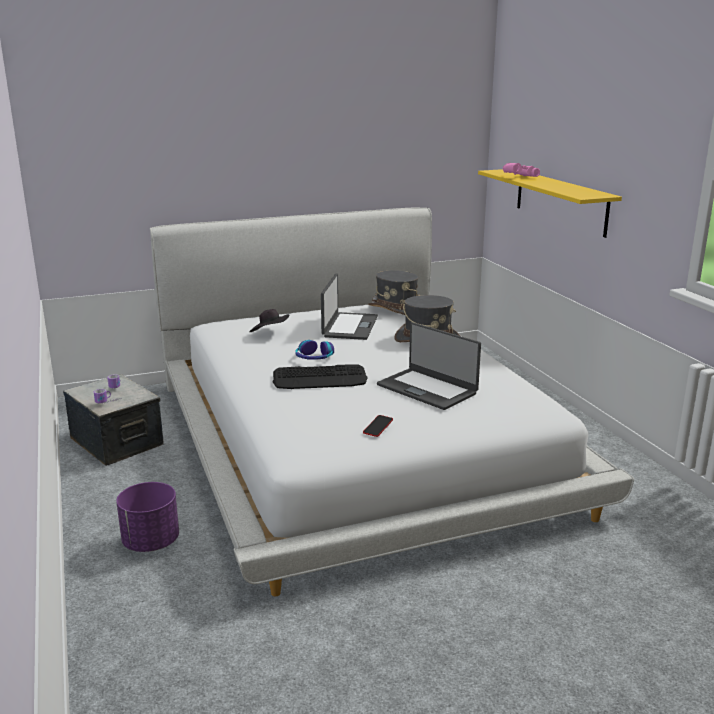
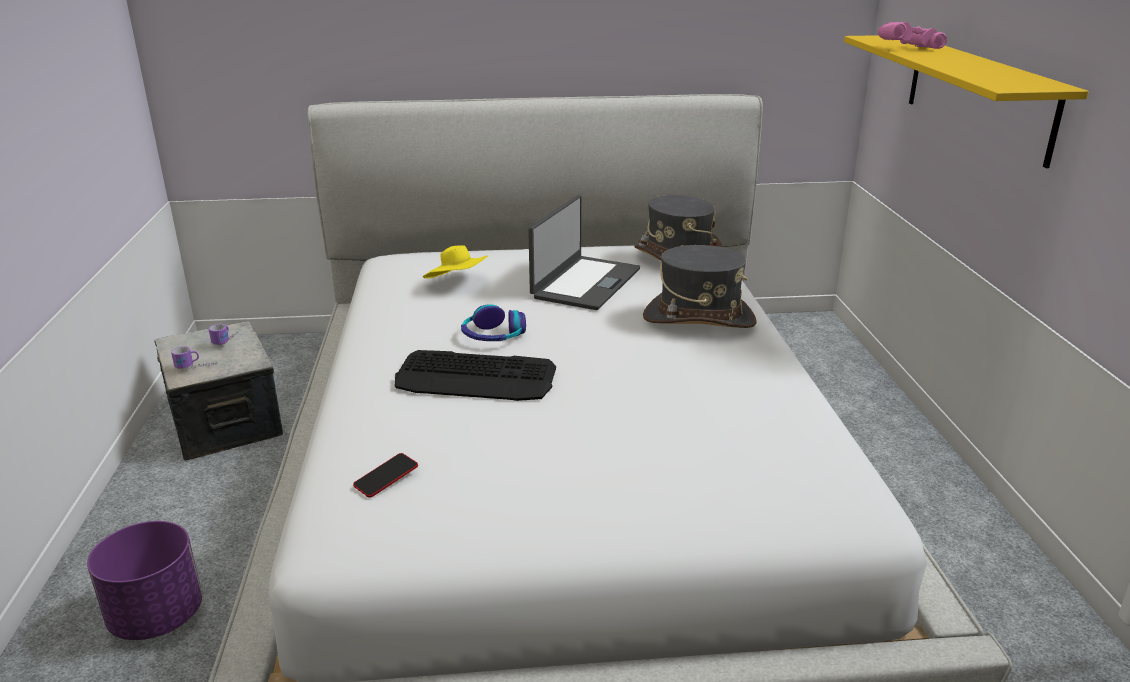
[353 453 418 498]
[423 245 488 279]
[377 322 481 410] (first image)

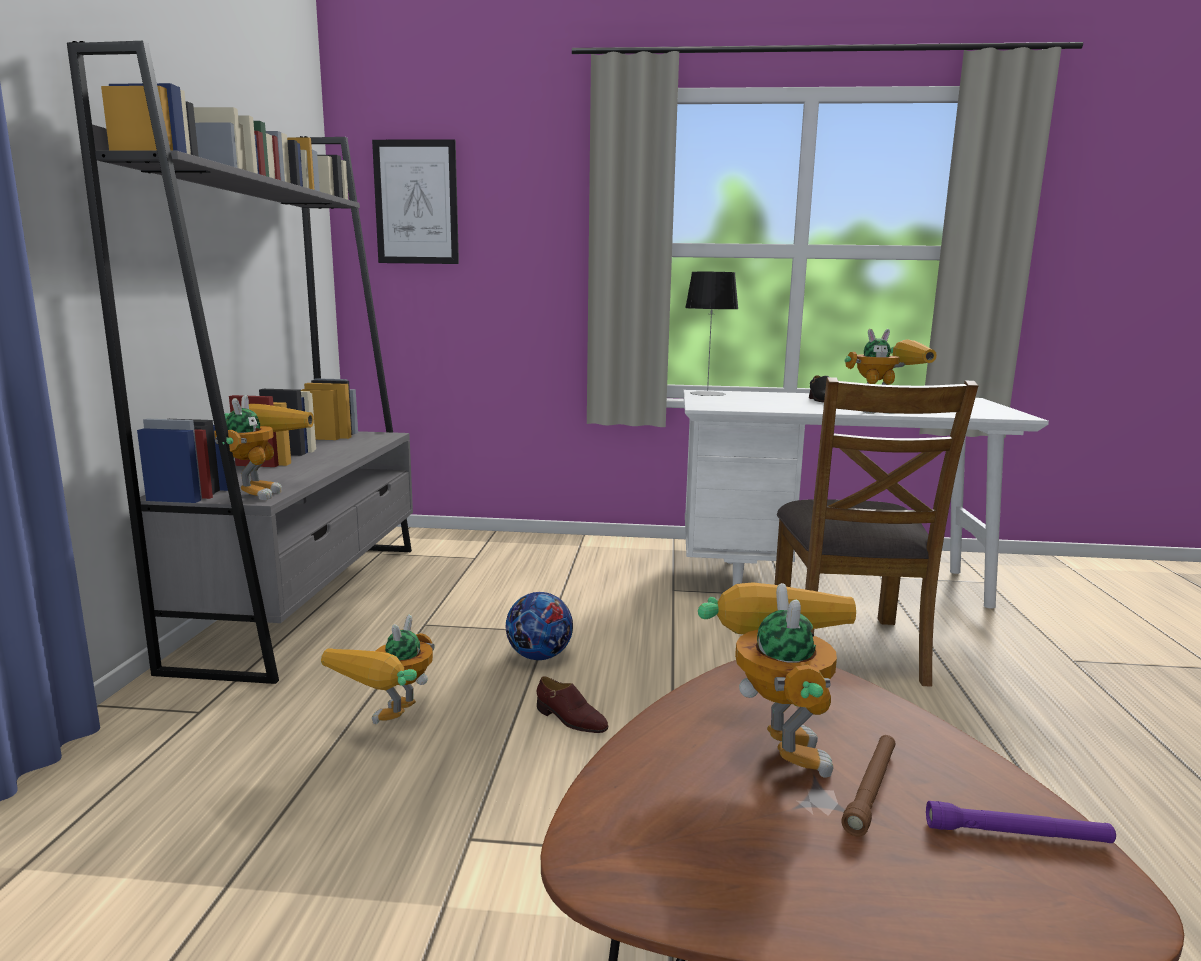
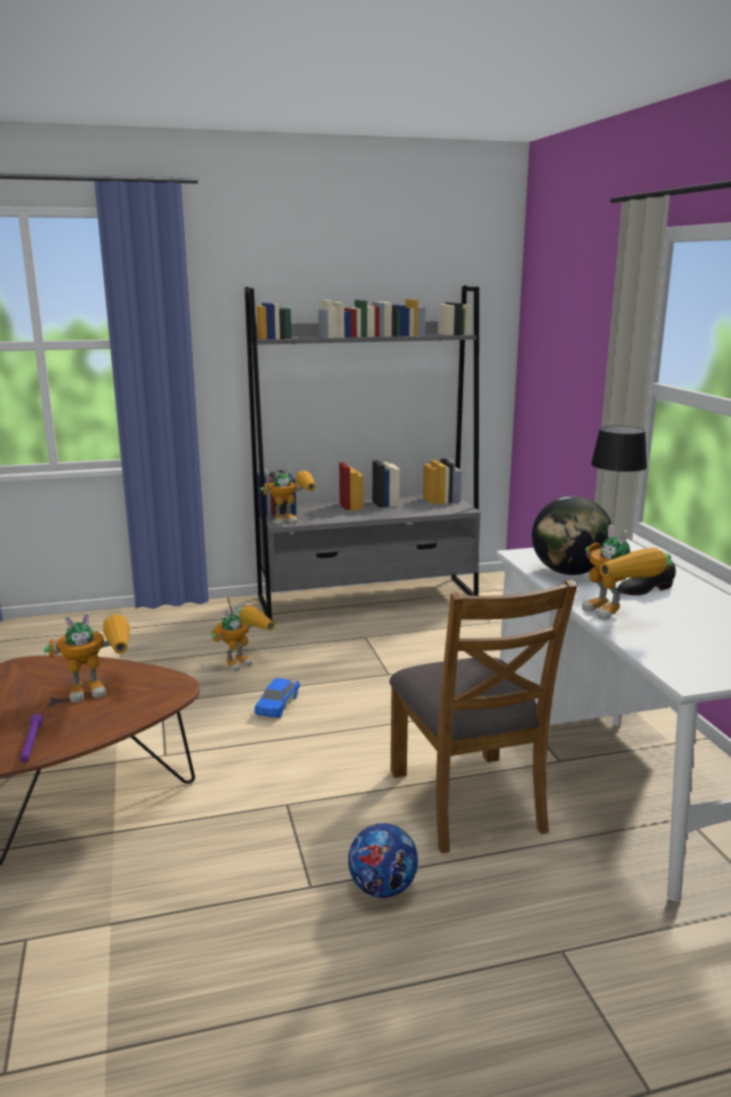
[211 605 275 672]
[254 678 300 718]
[348 823 418 898]
[389 580 577 854]
[532 496 612 575]
[372 140 459 264] (first image)
[841 735 896 836] (first image)

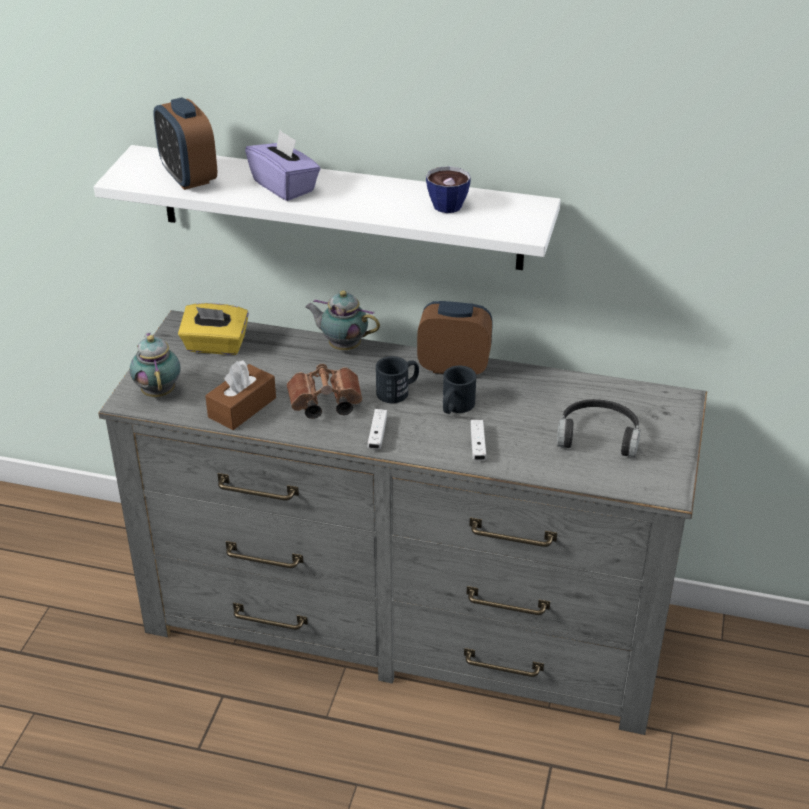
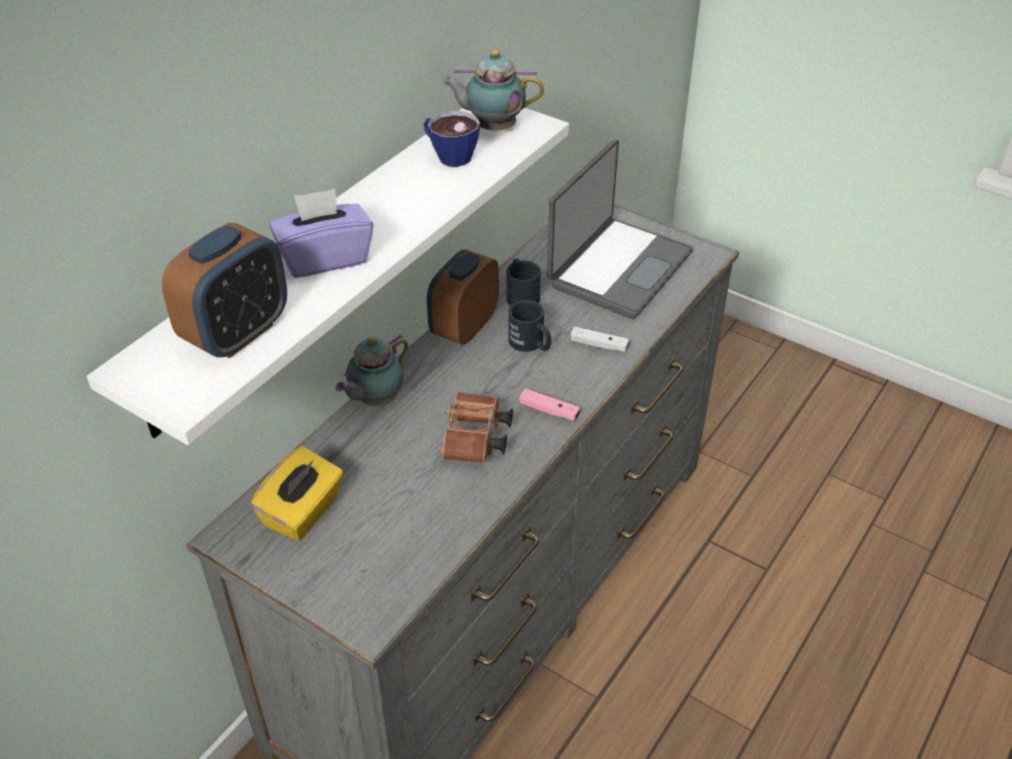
[162 223 287 358]
[442 50 544 130]
[506 259 541 306]
[519 389 580 421]
[547 139 693 319]
[205 360 276 430] (first image)

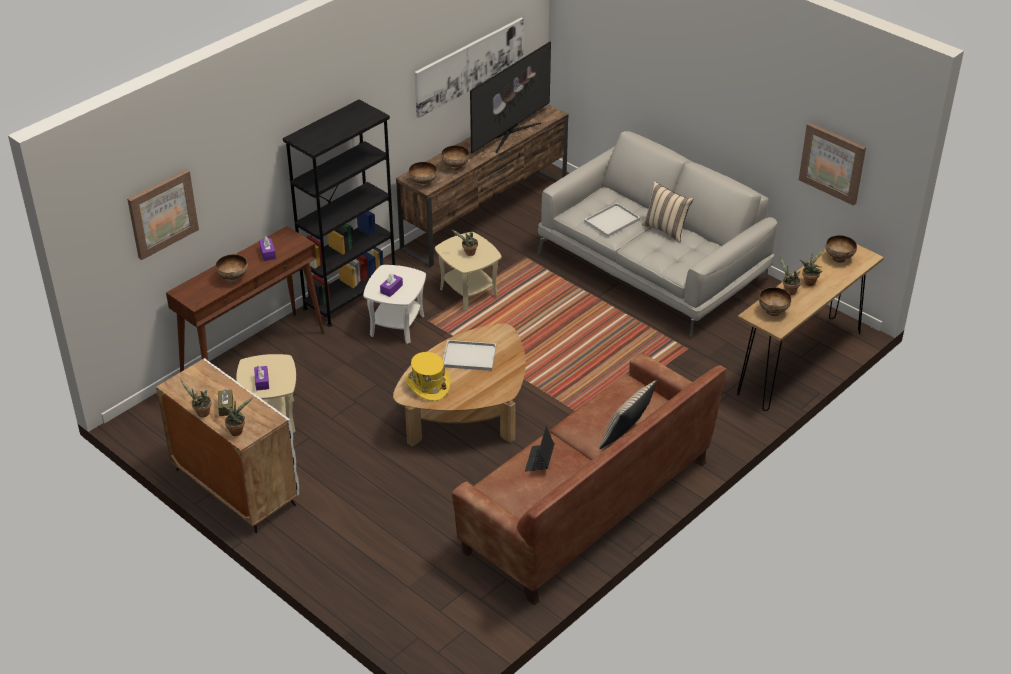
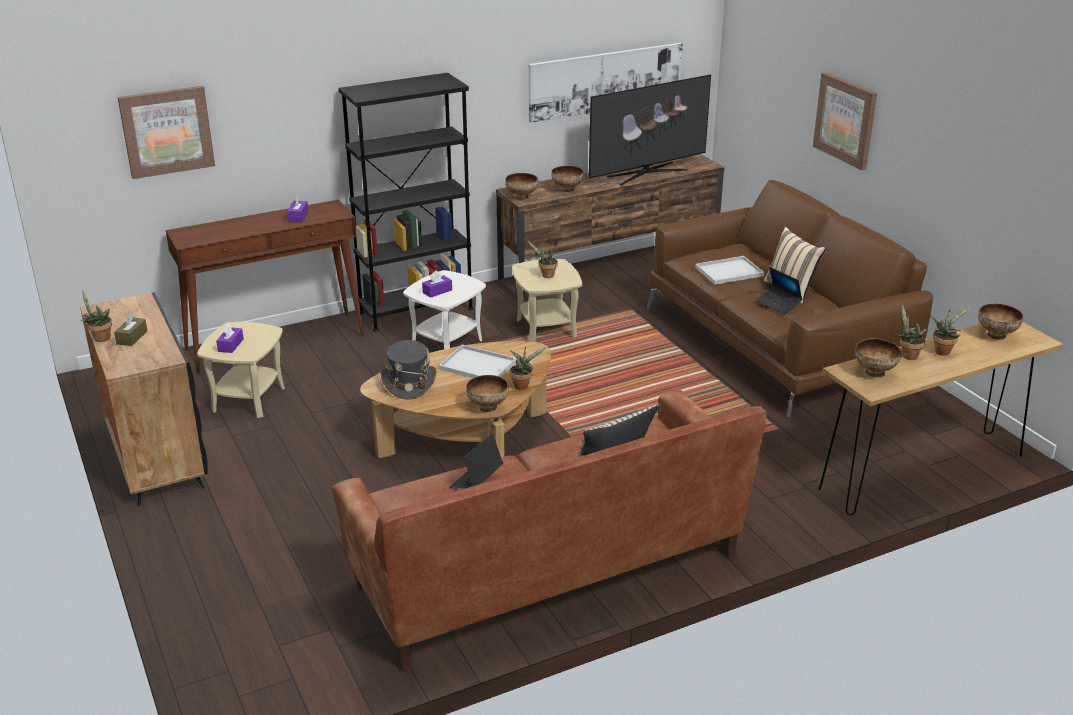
[80 292 208 506]
[381 340 436 400]
[466 375 509 412]
[510 347 547 390]
[647 180 933 417]
[756 267 802 315]
[813 72 877 170]

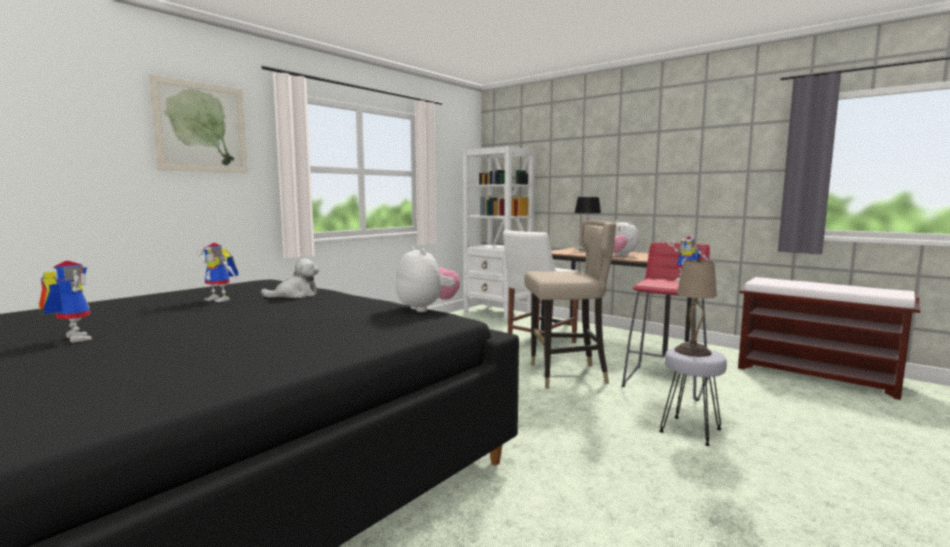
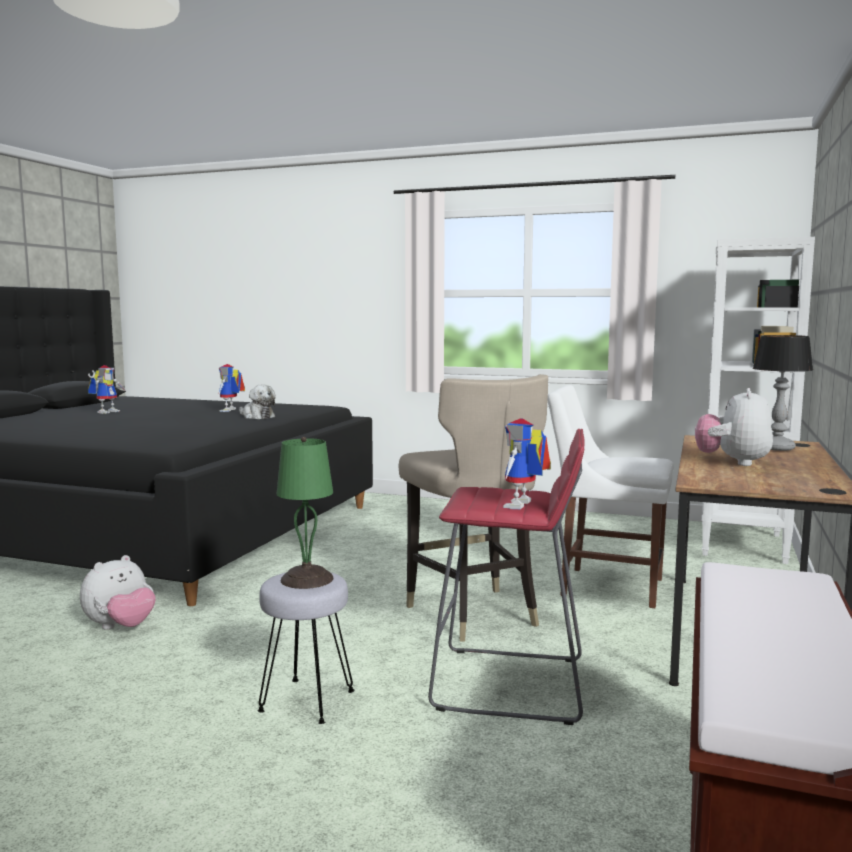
[80 555 156 629]
[277 437 333 589]
[149 74 248 173] (first image)

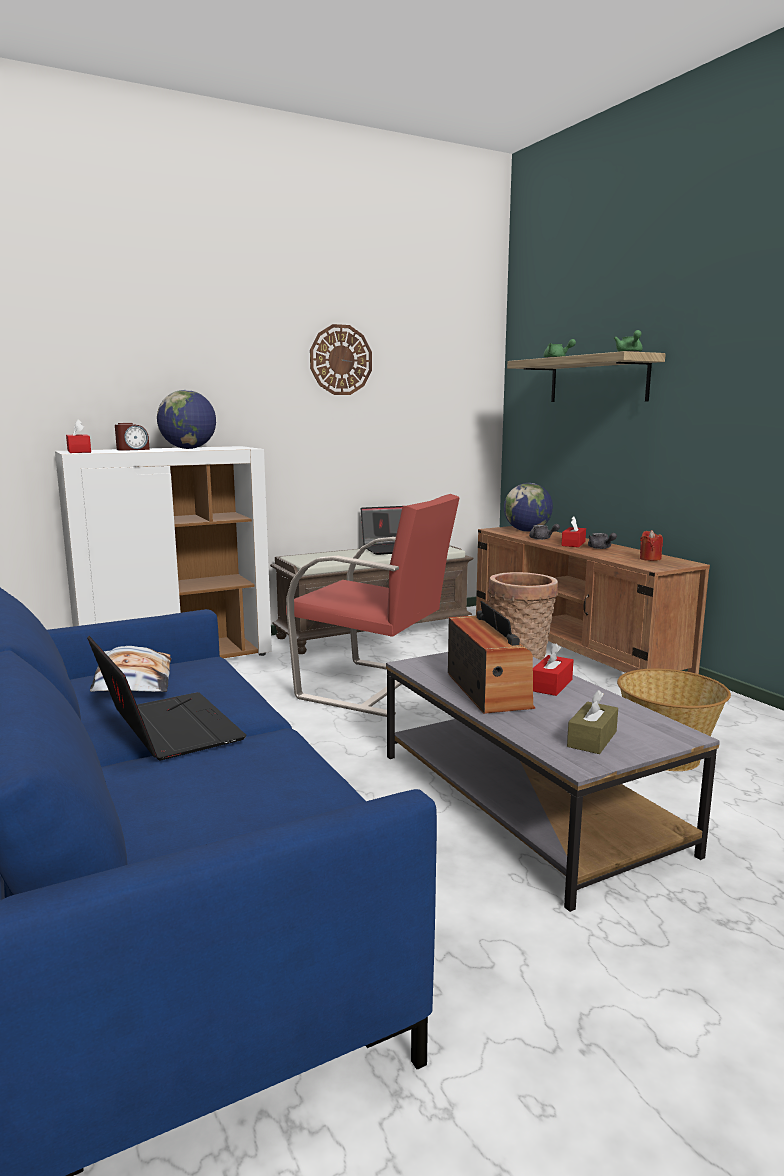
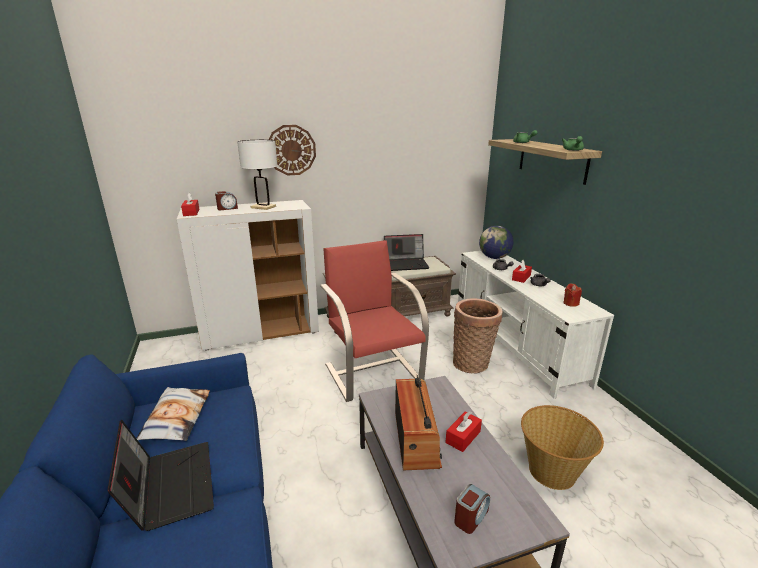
[237 140 278 210]
[269 125 316 176]
[320 240 429 402]
[454 484 490 534]
[458 251 614 399]

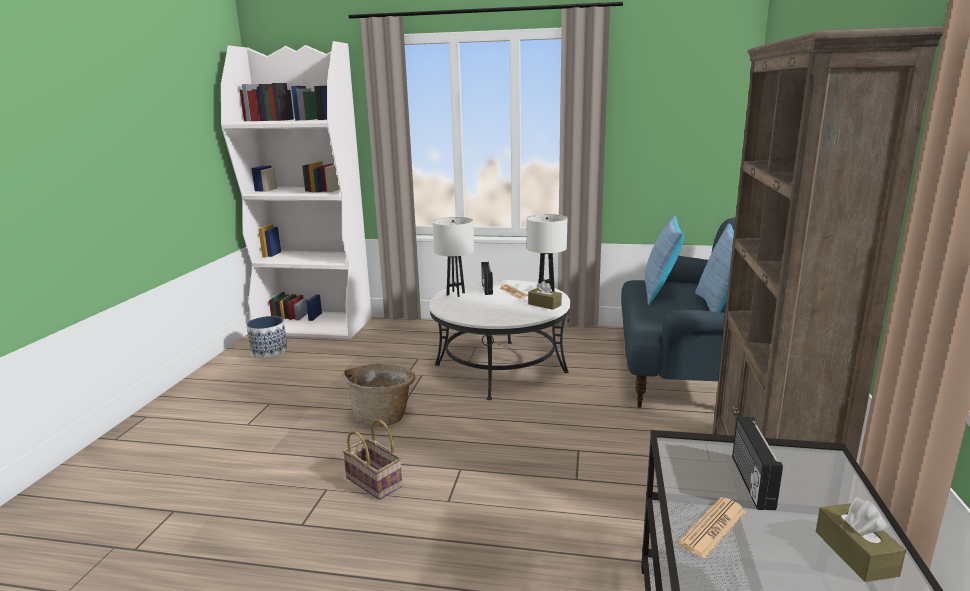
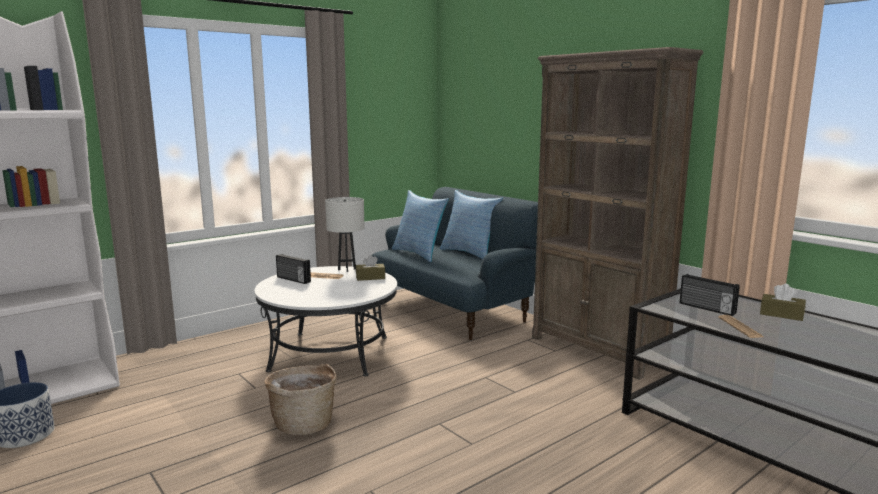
[343 419 403 500] (first image)
[432 217 474 297] (first image)

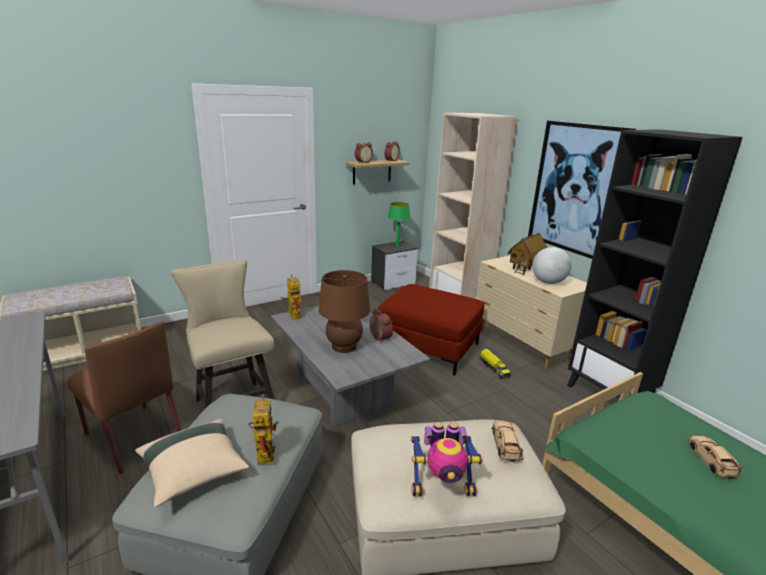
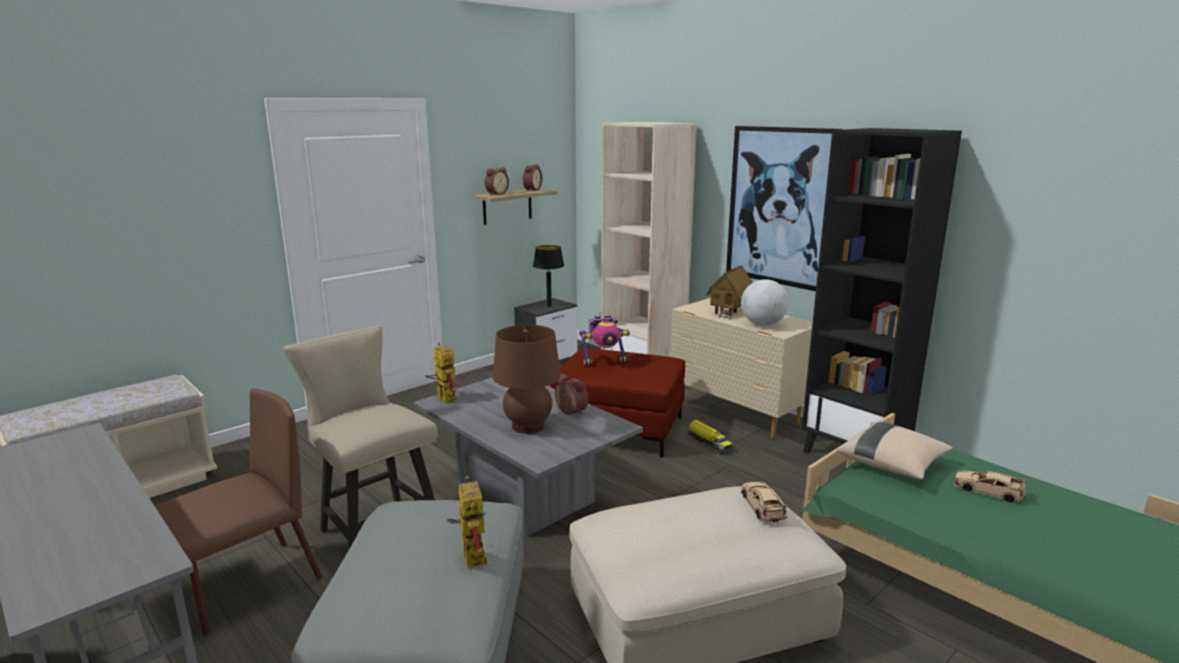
[155 388 322 635]
[533 245 564 307]
[579 314 630 366]
[836 421 953 479]
[954 470 1027 502]

